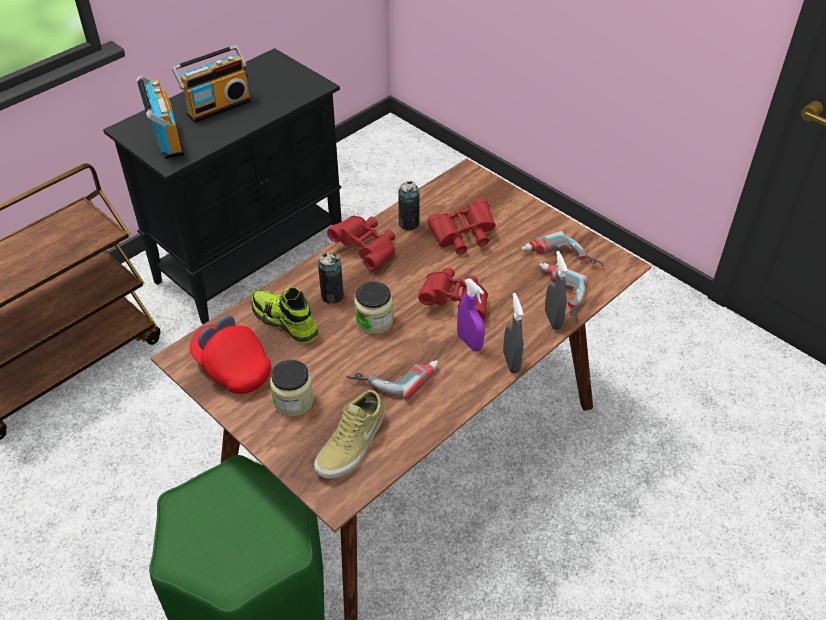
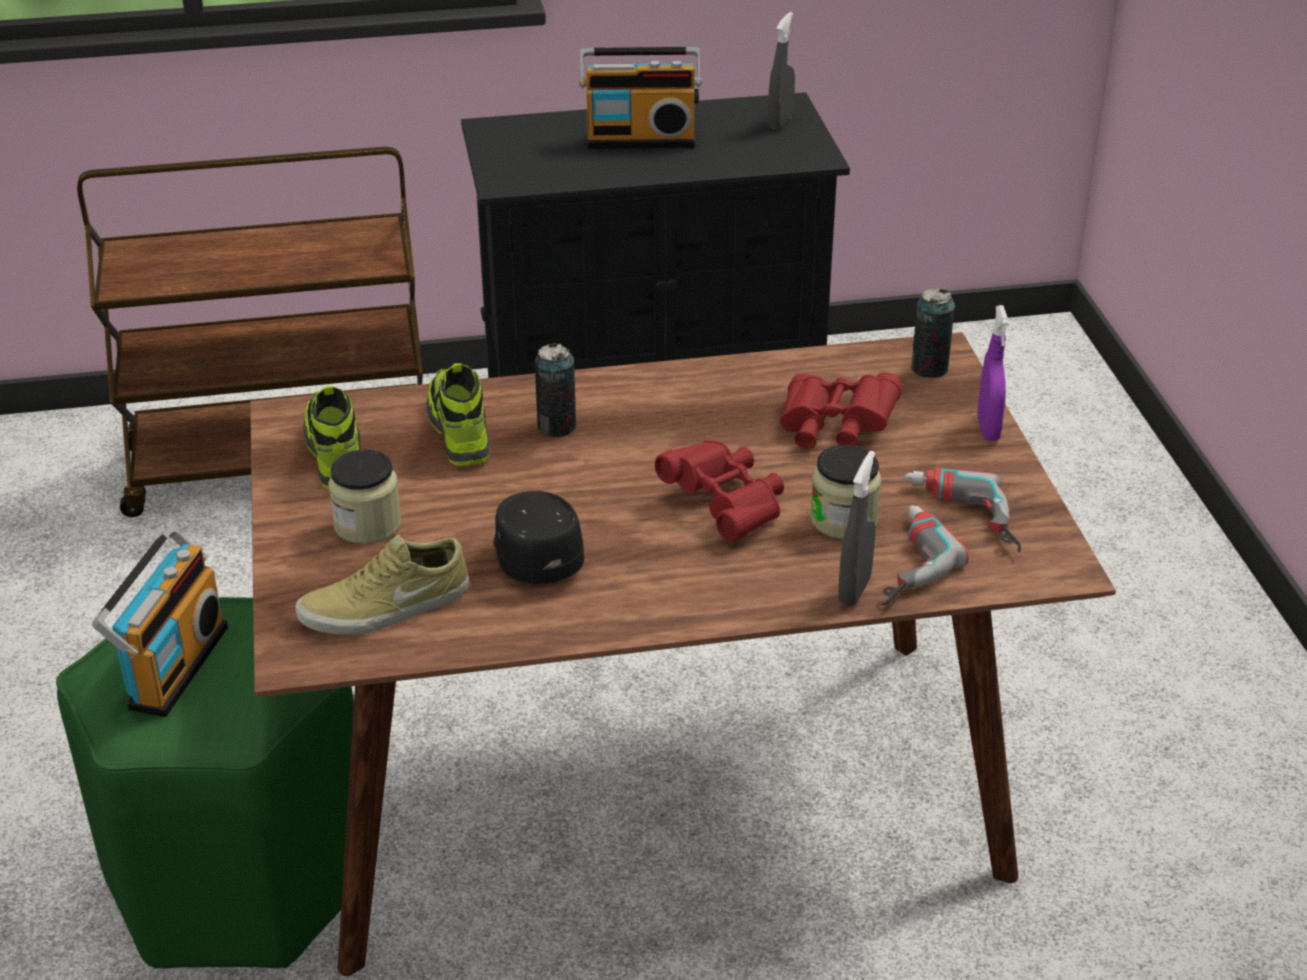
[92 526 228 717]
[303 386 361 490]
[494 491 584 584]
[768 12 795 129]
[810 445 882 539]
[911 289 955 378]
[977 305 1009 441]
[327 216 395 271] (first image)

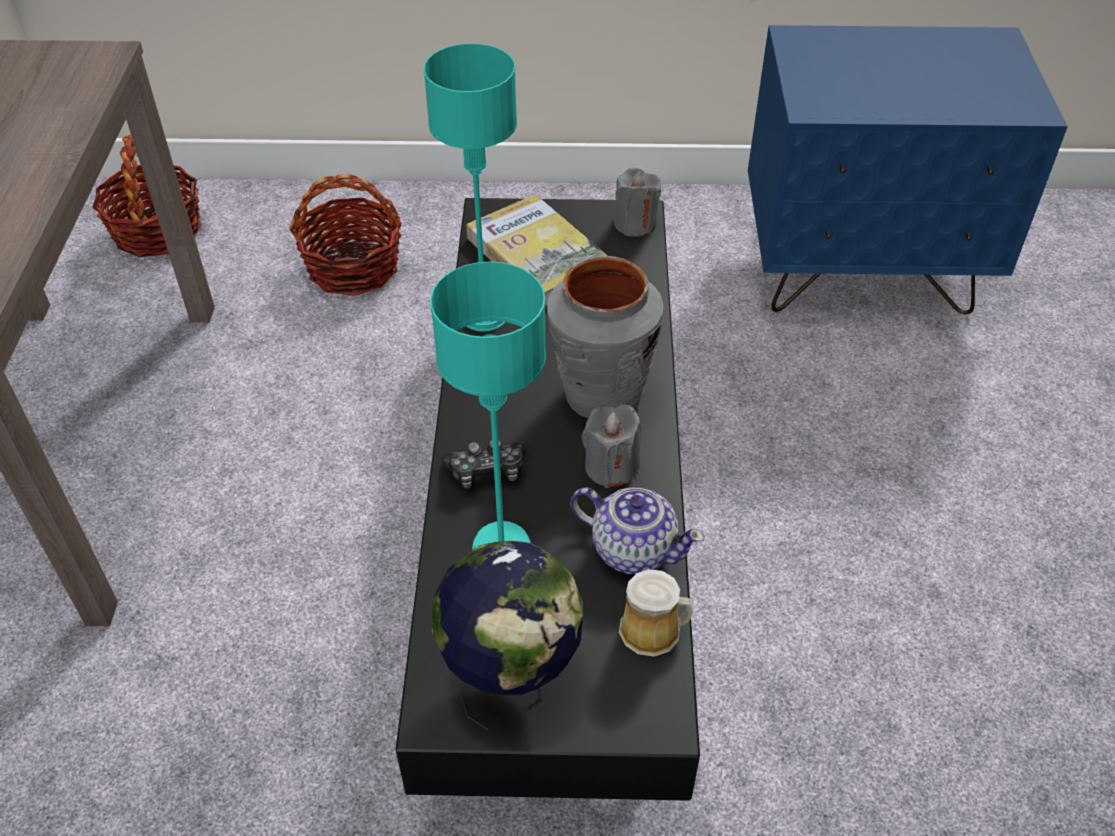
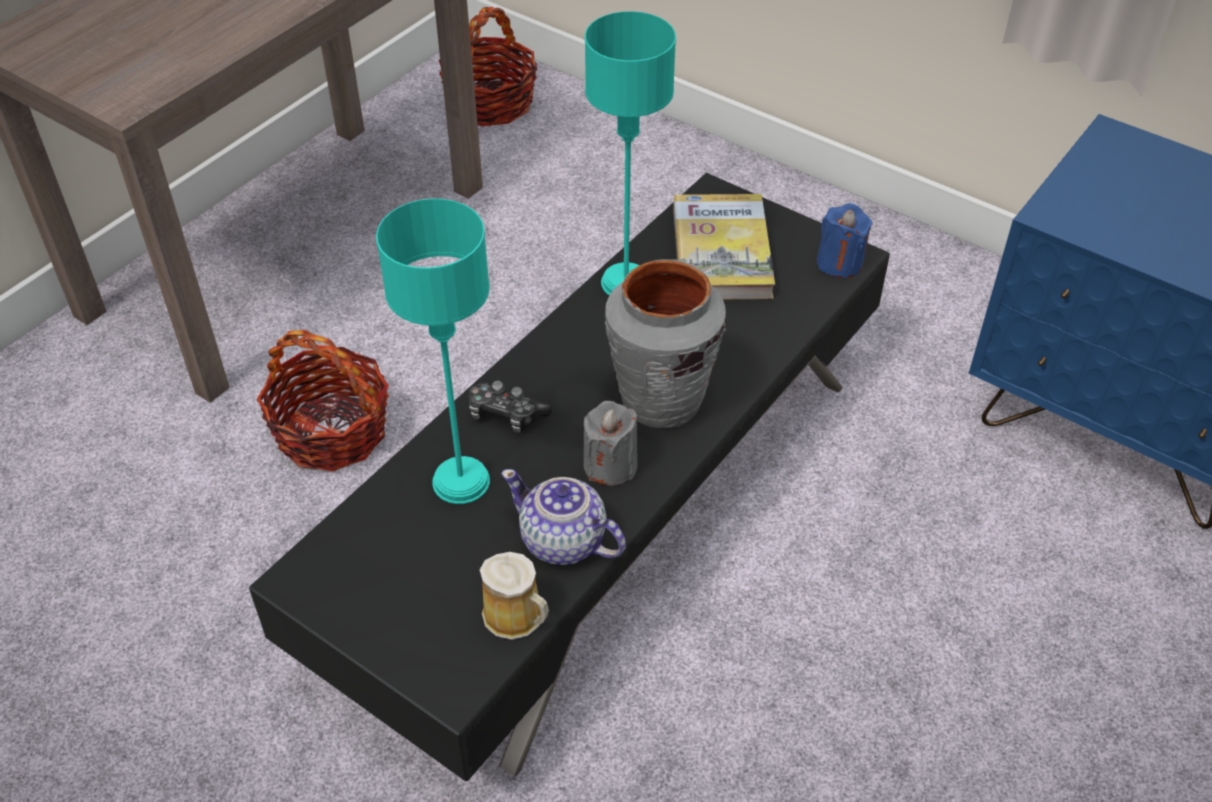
[257 330 389 472]
[501 469 626 565]
[817 203 873 278]
[432 541 583 731] (first image)

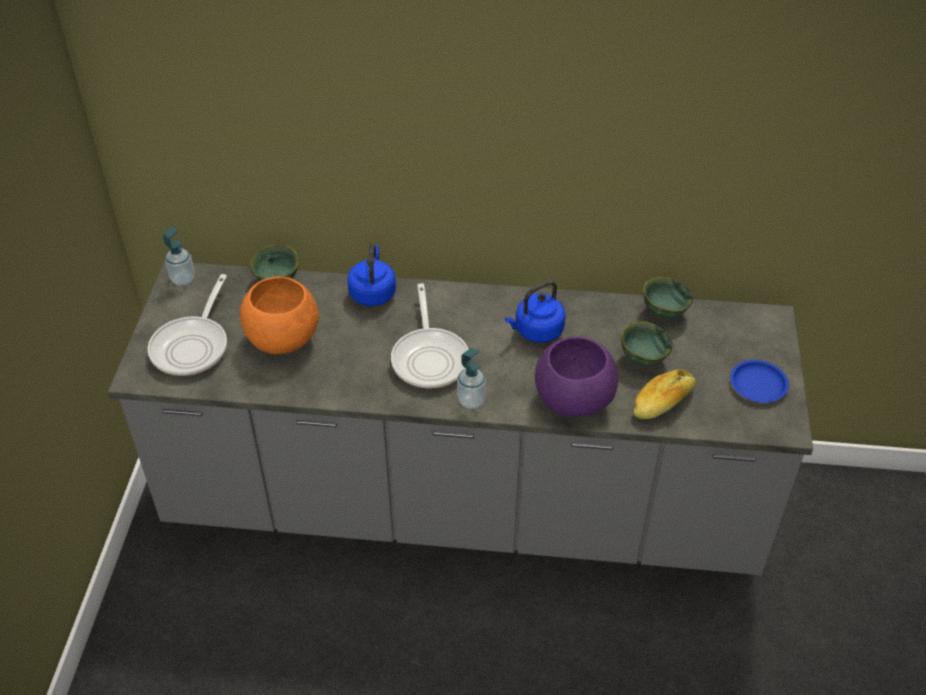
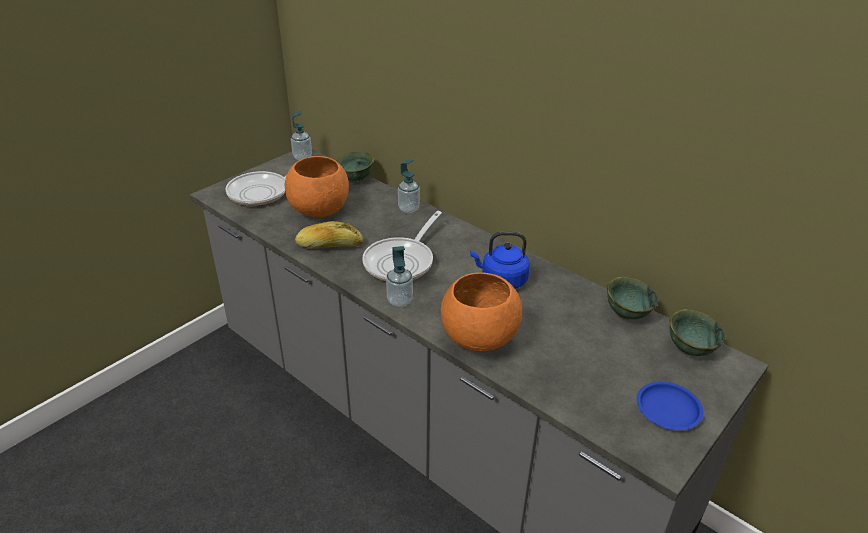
[295 221 363 249]
[398 160 420 213]
[441 272 522 351]
[670 309 726 356]

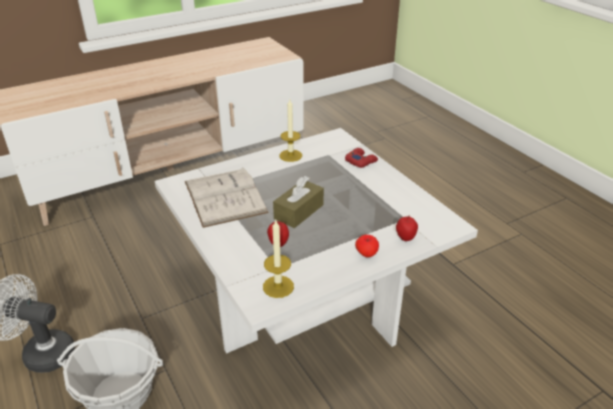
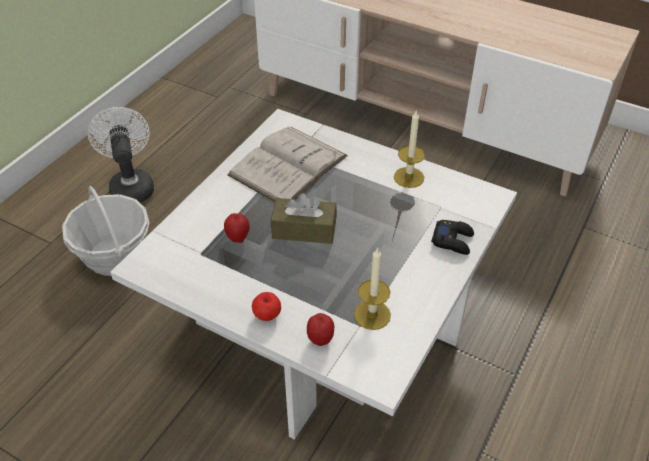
[354 247 391 330]
[431 220 474 255]

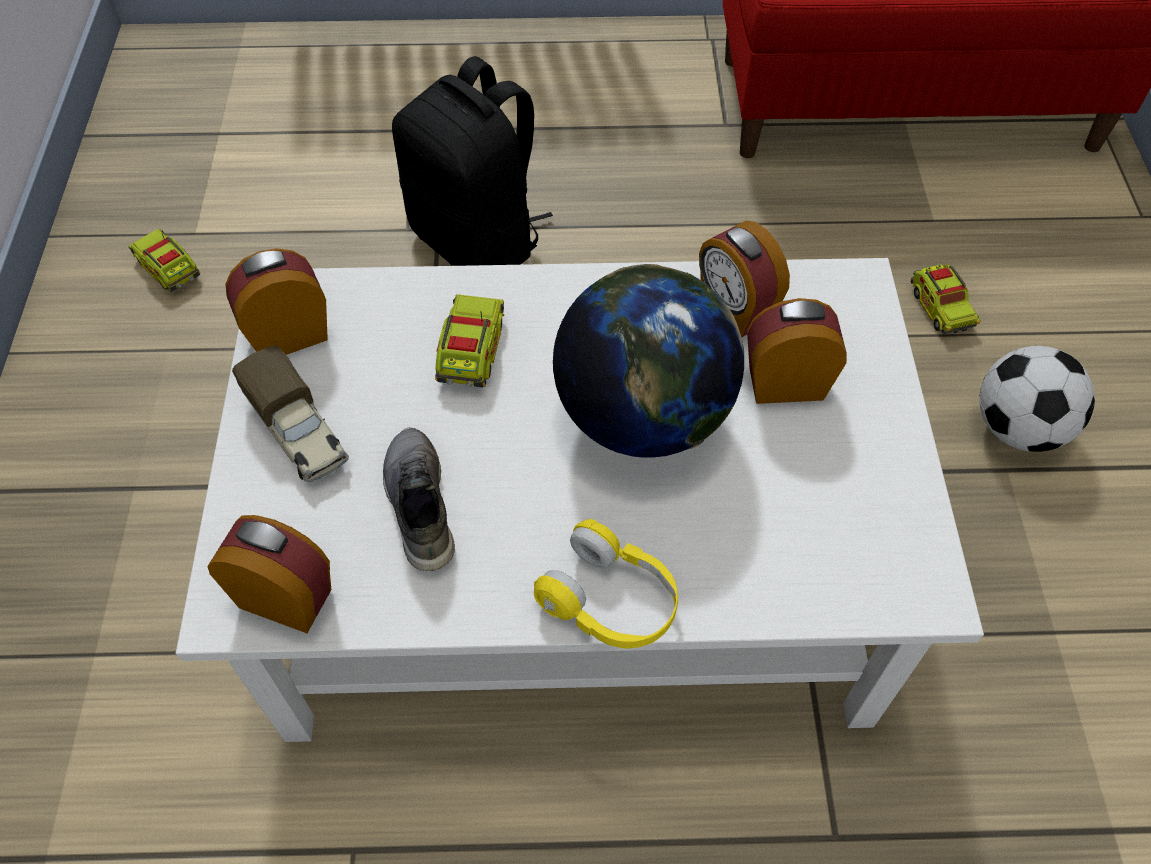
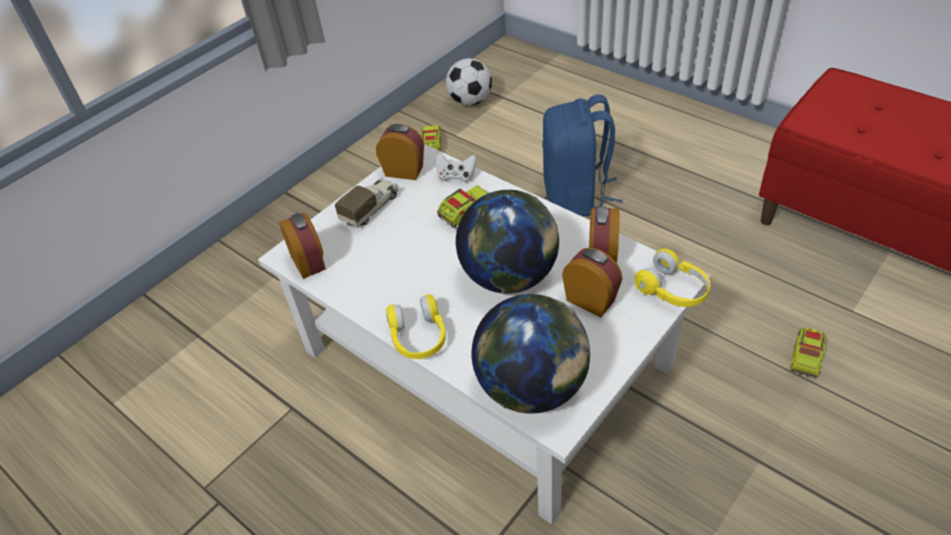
[335 178 398 227]
[436 153 476 182]
[446 58 492 106]
[471 294 590 414]
[542 95 623 216]
[635 249 710 307]
[383 427 455 571] (first image)

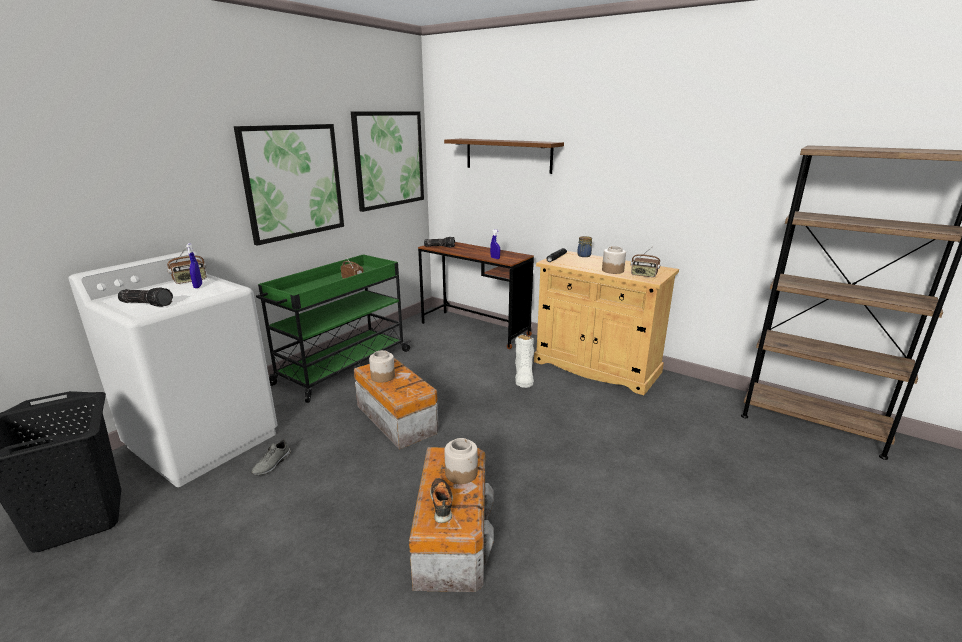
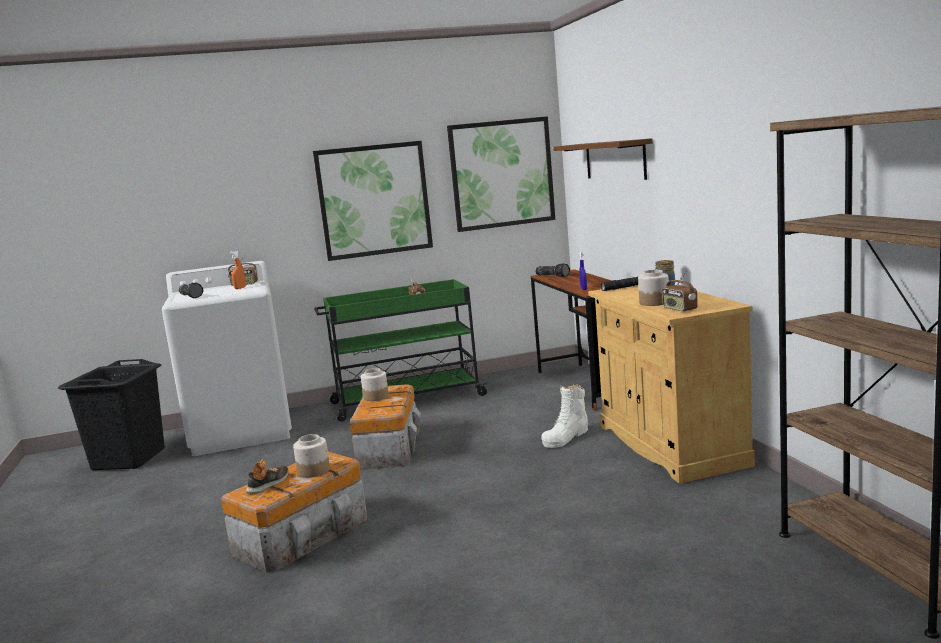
[230 250 246 289]
[251 440 291 475] (first image)

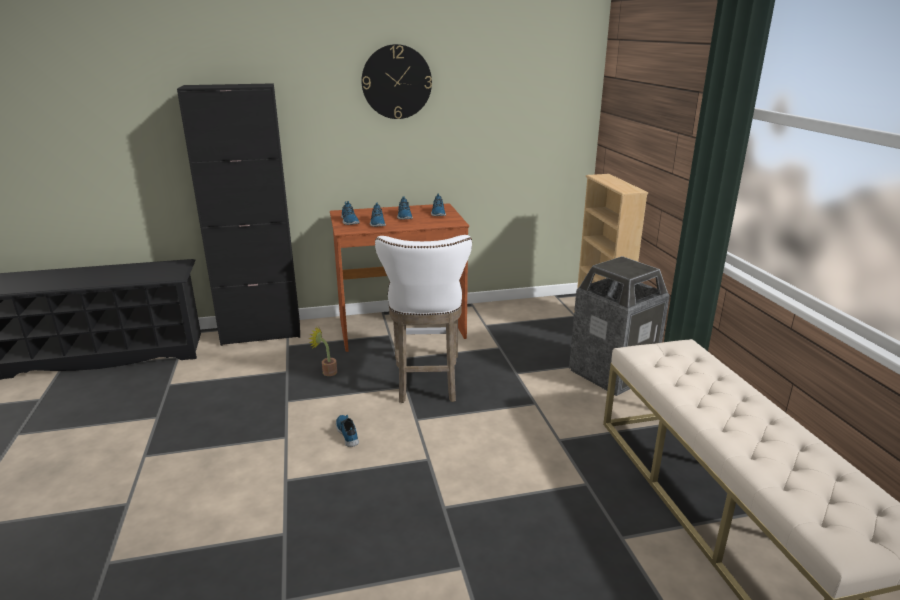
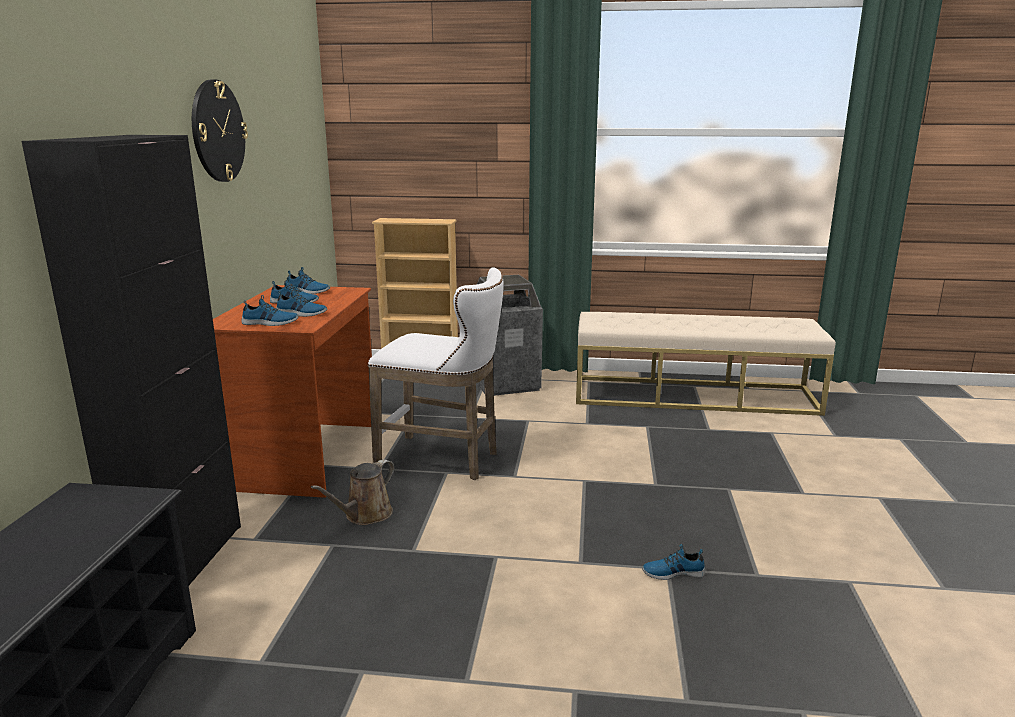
[311 459 394 525]
[642 544 705 580]

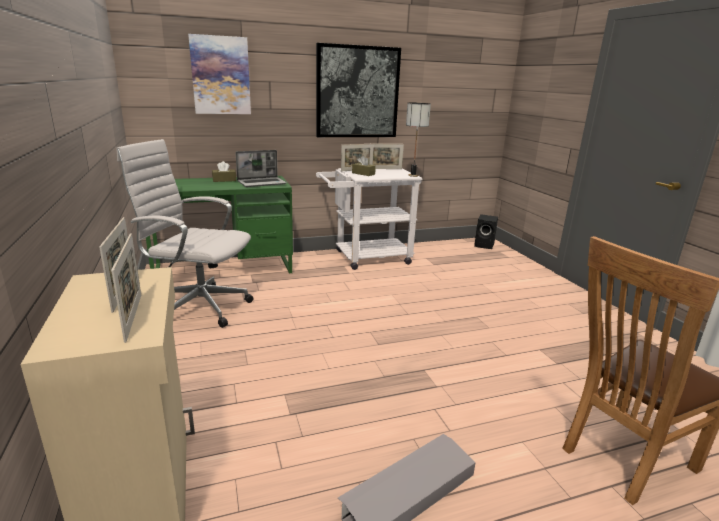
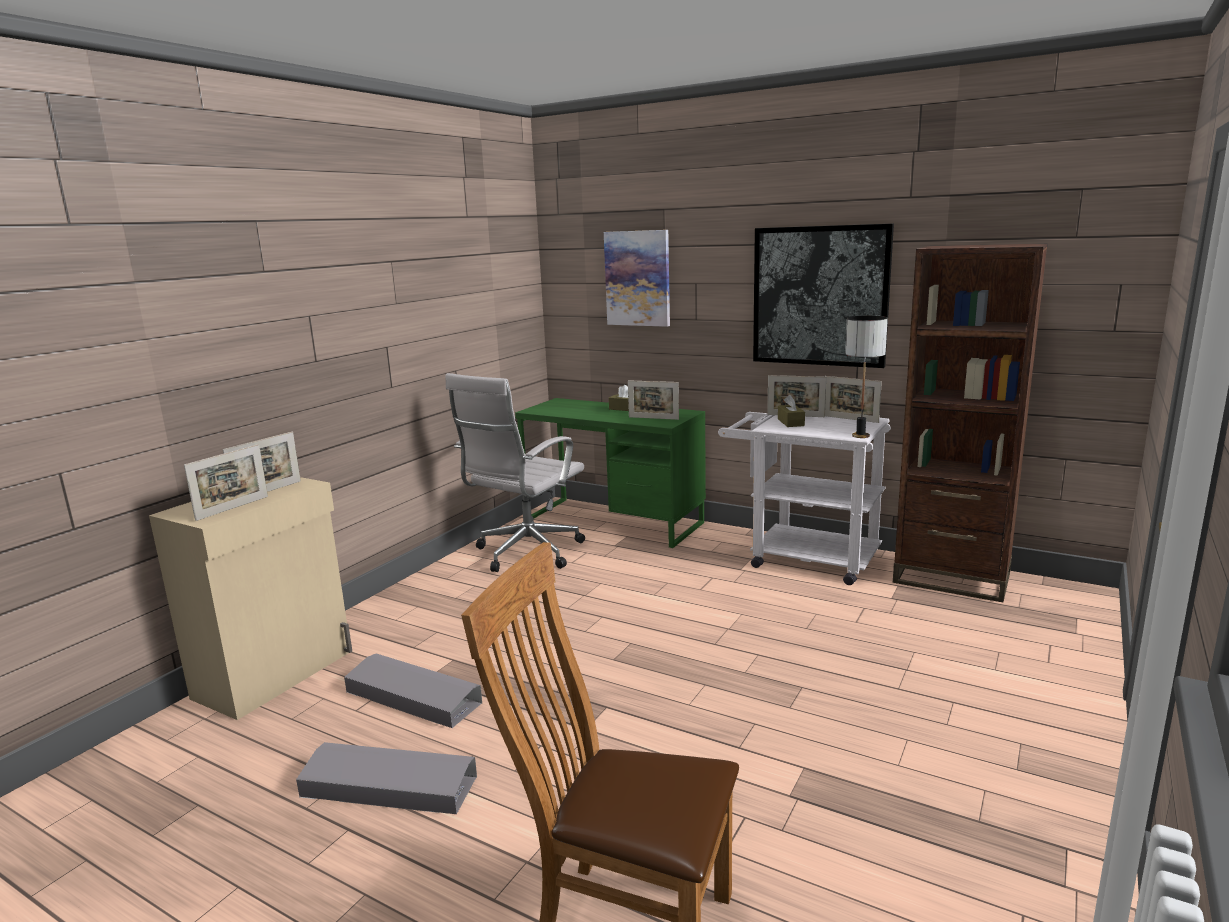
[344 653 482 728]
[445 373 585 572]
[628 380 679 420]
[893 244 1048 602]
[474 214 498 249] (first image)

